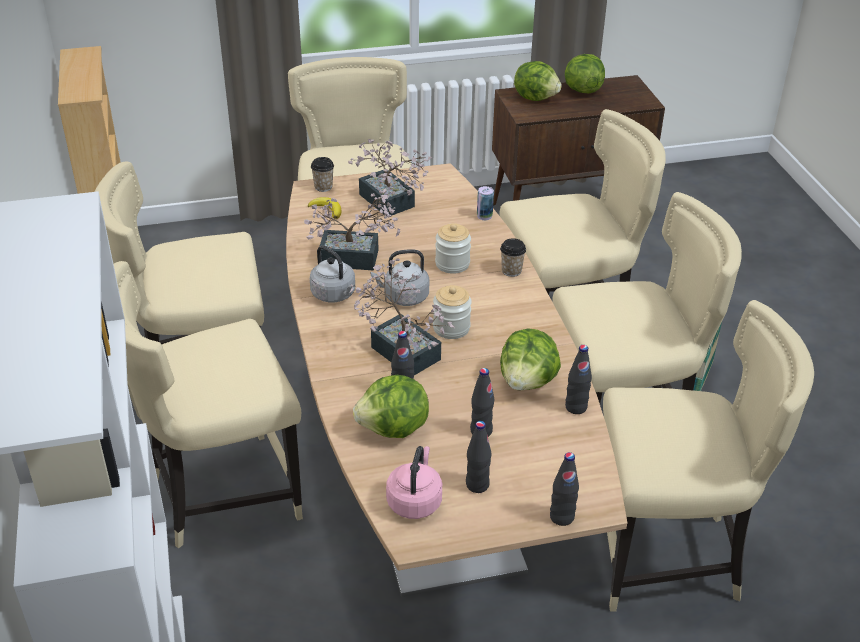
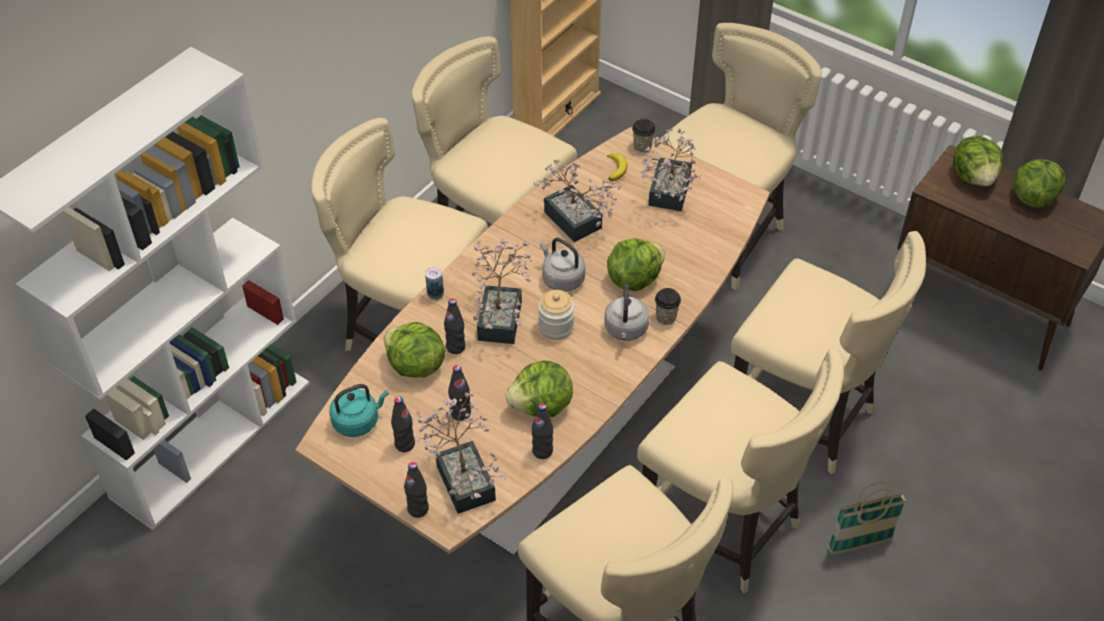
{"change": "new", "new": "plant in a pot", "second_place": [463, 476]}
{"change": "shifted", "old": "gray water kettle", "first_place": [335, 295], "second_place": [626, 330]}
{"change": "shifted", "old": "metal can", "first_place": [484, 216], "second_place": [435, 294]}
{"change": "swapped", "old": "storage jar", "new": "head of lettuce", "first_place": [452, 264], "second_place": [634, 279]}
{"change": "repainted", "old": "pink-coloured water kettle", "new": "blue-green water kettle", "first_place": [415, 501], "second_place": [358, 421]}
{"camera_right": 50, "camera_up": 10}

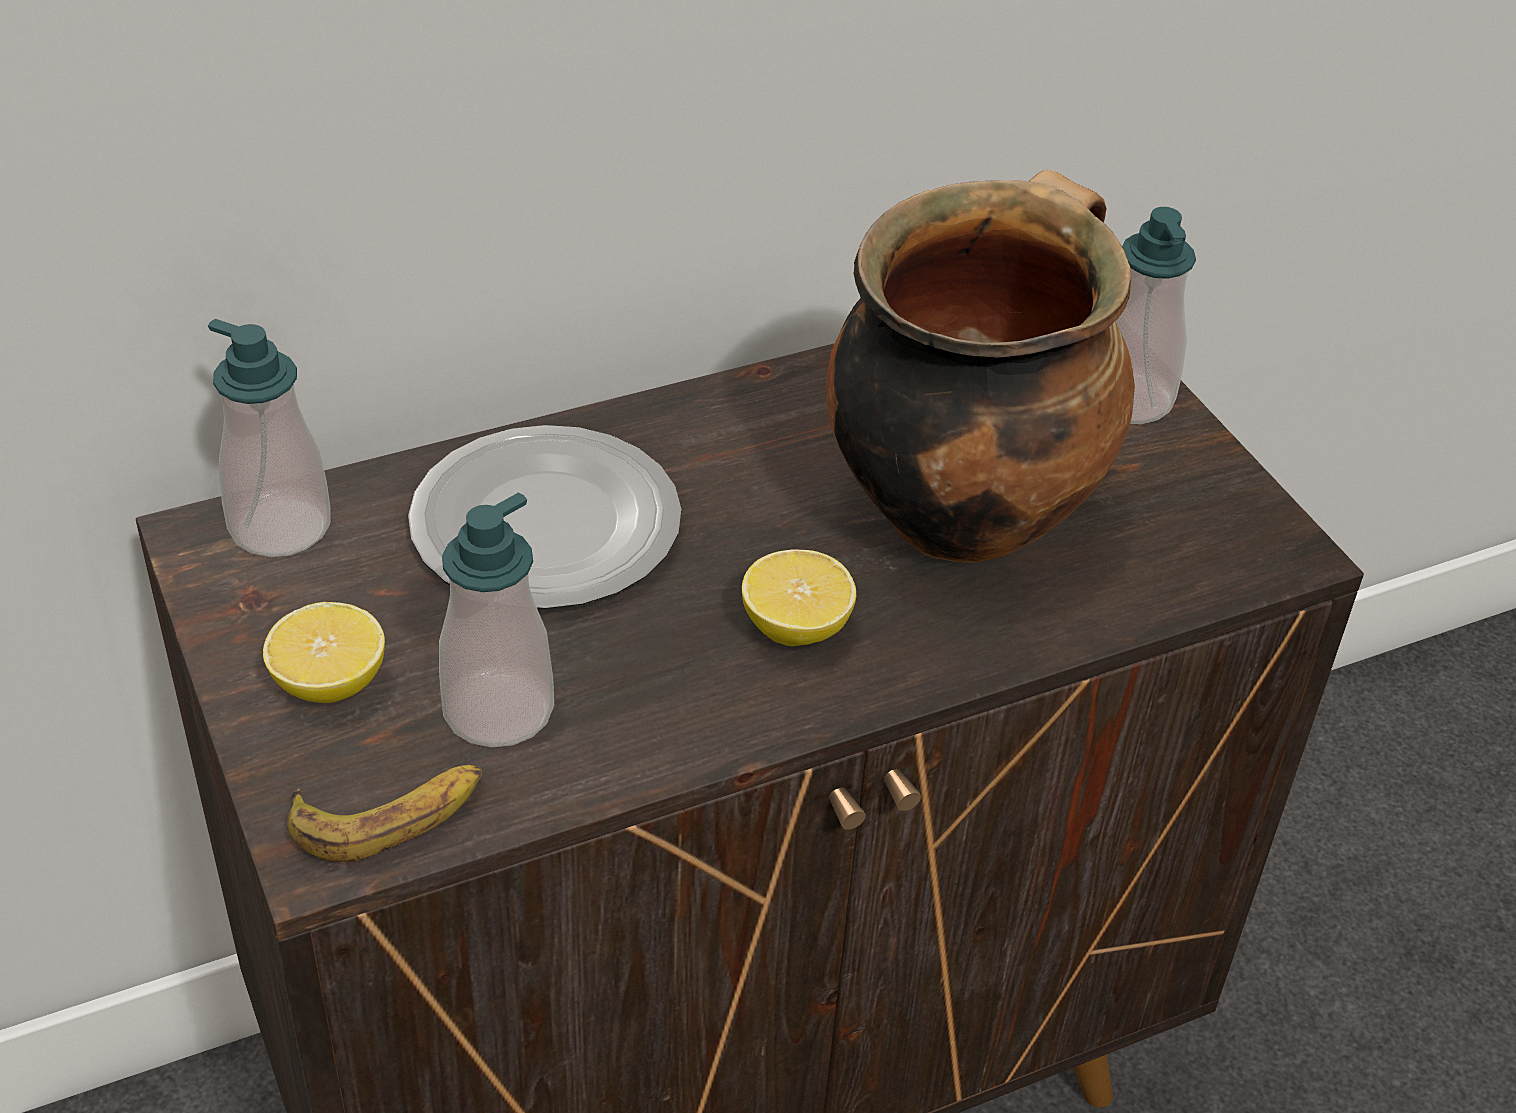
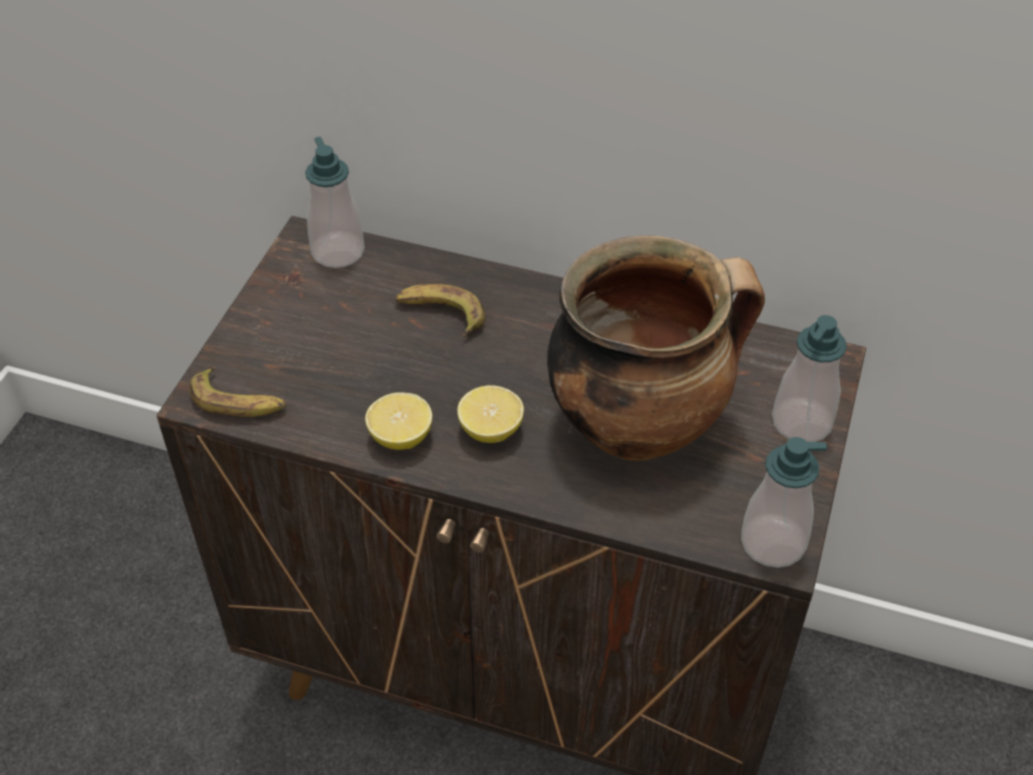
{"change": "shifted", "old": "citrus fruit", "first_place": [329, 683], "second_place": [401, 437]}
{"change": "shifted", "old": "soap bottle", "first_place": [498, 710], "second_place": [773, 542]}
{"change": "swapped", "old": "flat dish", "new": "banana fruit", "first_place": [542, 524], "second_place": [440, 314]}
{"camera_right": 45, "camera_up": 5}

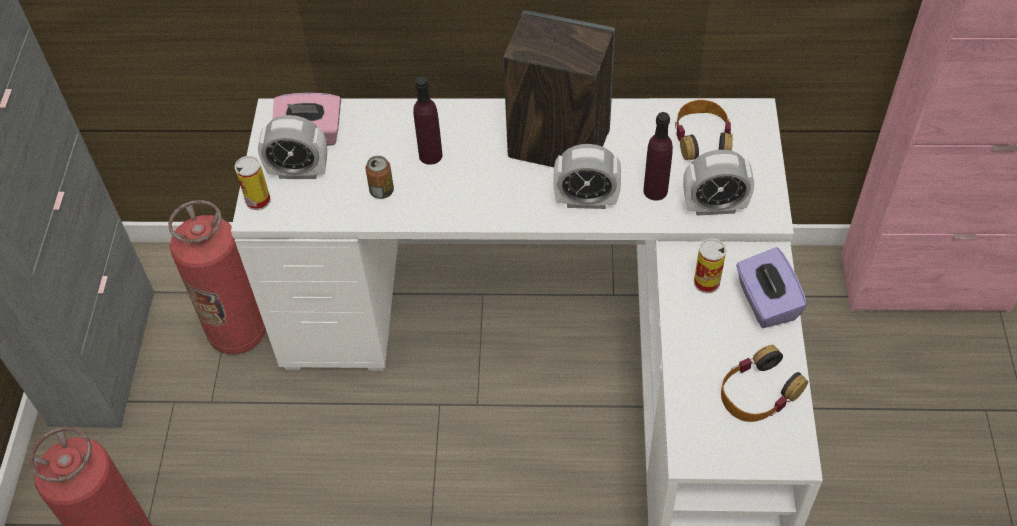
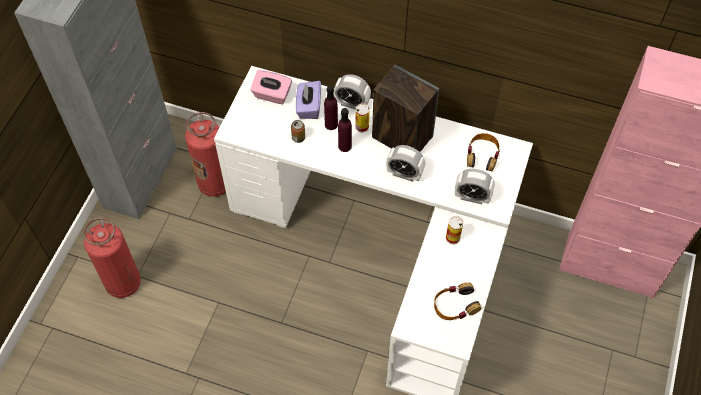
{"change": "shifted", "old": "metal can", "first_place": [258, 200], "second_place": [362, 126]}
{"change": "shifted", "old": "alarm clock", "first_place": [298, 171], "second_place": [352, 104]}
{"change": "shifted", "old": "purplish drink bottle", "first_place": [655, 191], "second_place": [345, 146]}
{"change": "shifted", "old": "purplish tissue box", "first_place": [766, 302], "second_place": [309, 107]}
{"camera_right": 15, "camera_up": 5}

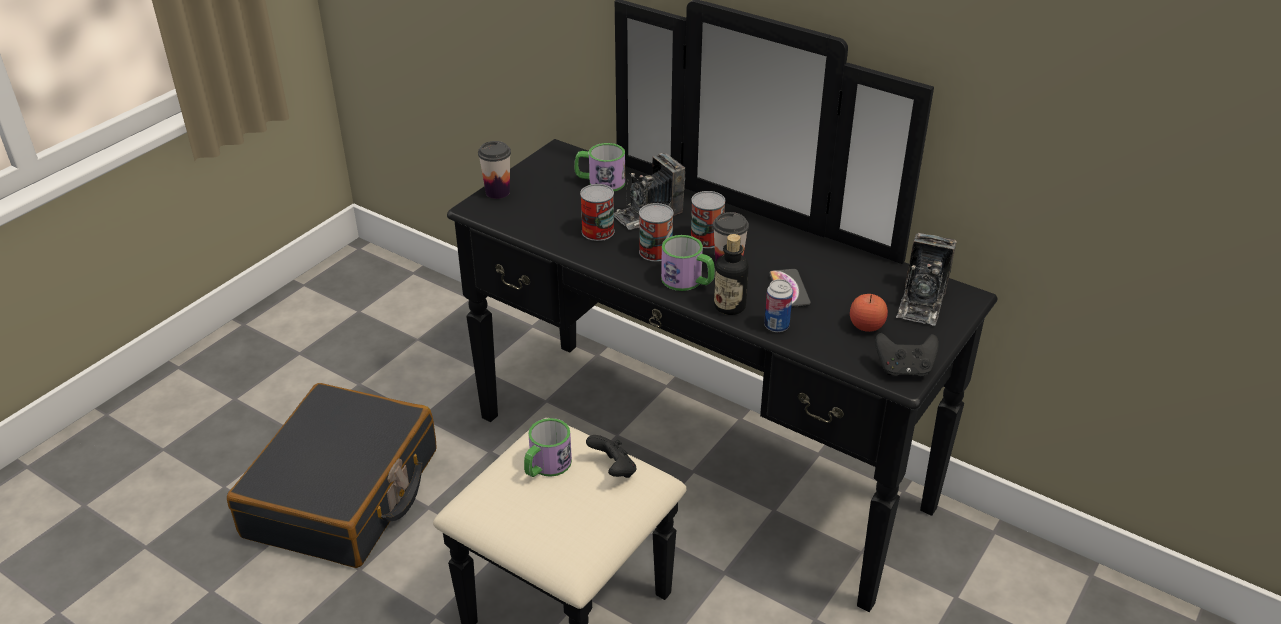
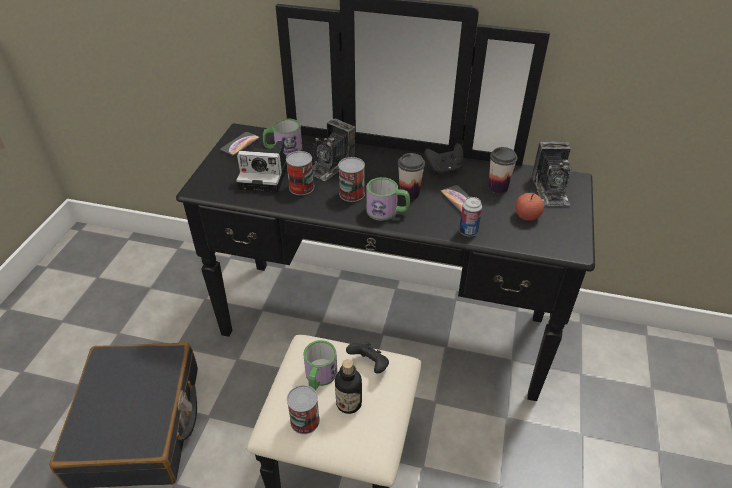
{"change": "new", "new": "phone", "second_place": [240, 144]}
{"change": "new", "new": "still camera", "second_place": [266, 175]}
{"change": "shifted", "old": "drinking cup", "first_place": [497, 192], "second_place": [498, 187]}
{"change": "shifted", "old": "metal can", "first_place": [706, 239], "second_place": [305, 421]}
{"change": "shifted", "old": "drink bottle", "first_place": [729, 306], "second_place": [349, 403]}
{"change": "shifted", "old": "black-coloured game controller", "first_place": [904, 369], "second_place": [444, 169]}
{"camera_right": -20, "camera_up": 5}

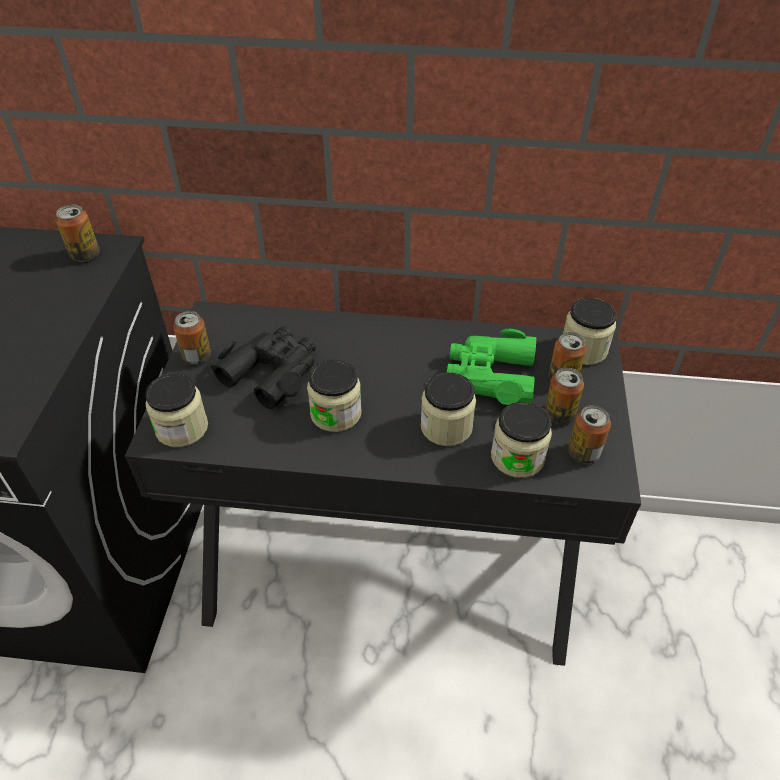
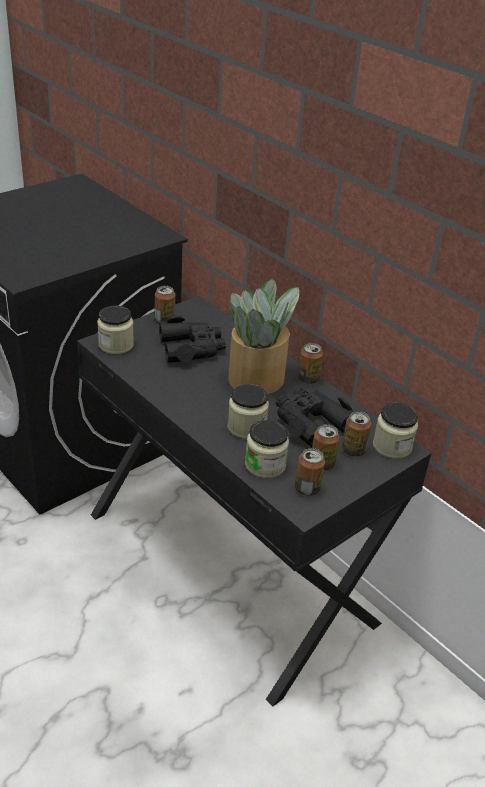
{"change": "gone", "old": "storage jar", "first_place": [336, 413]}
{"change": "new", "new": "plant in a pot", "second_place": [257, 378]}
{"change": "shifted", "old": "metal can", "first_place": [85, 255], "second_place": [308, 379]}
{"change": "repainted", "old": "greenish field glasses", "new": "black-coloured field glasses", "first_place": [490, 376], "second_place": [310, 422]}
{"camera_right": 40, "camera_up": -10}

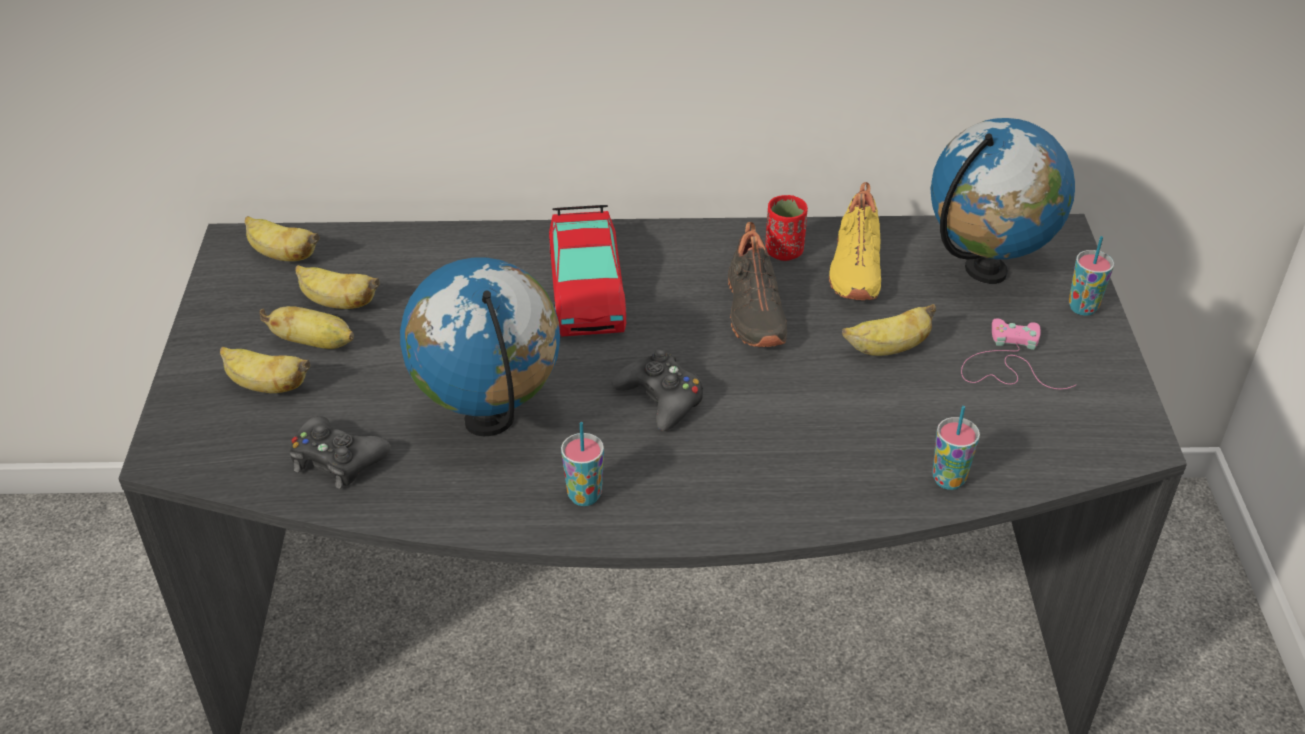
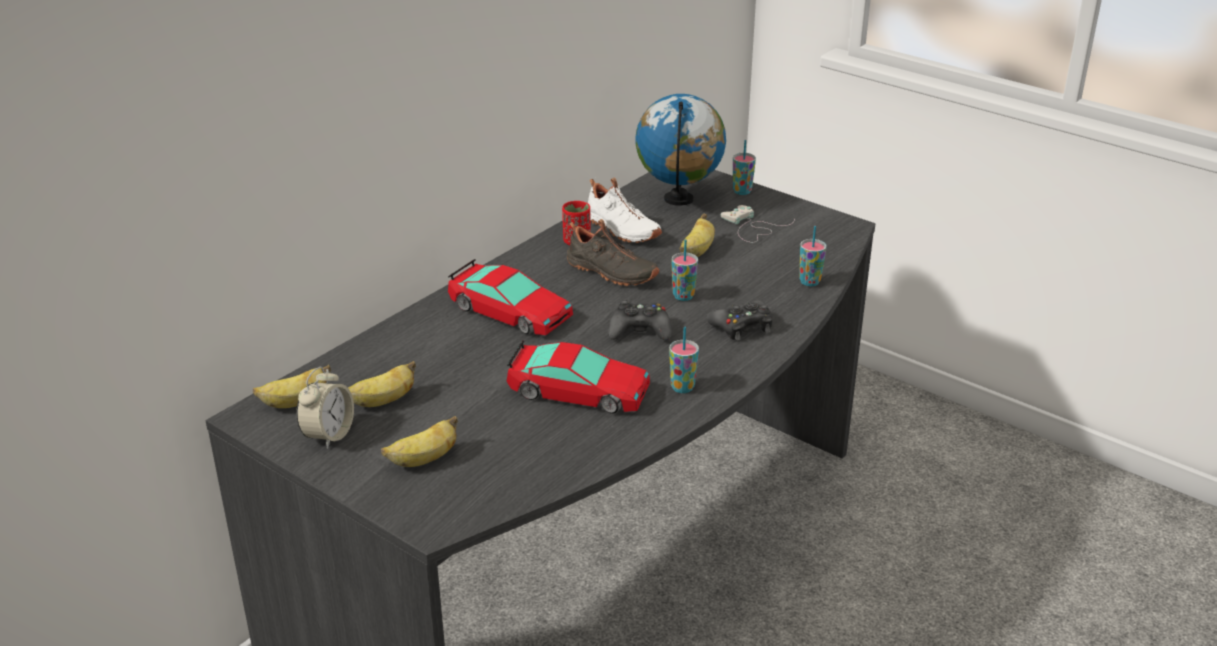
{"change": "gone", "old": "banana fruit", "first_place": [315, 344]}
{"change": "new", "new": "alarm clock", "second_place": [328, 435]}
{"change": "new", "new": "drinking cup", "second_place": [683, 296]}
{"change": "shifted", "old": "black-coloured game controller", "first_place": [337, 460], "second_place": [742, 327]}
{"change": "swapped", "old": "globe", "new": "toy car", "first_place": [490, 420], "second_place": [578, 391]}
{"change": "repainted", "old": "yellowish shoe", "new": "white-coloured shoe", "first_place": [853, 267], "second_place": [620, 230]}
{"change": "repainted", "old": "pink-coloured game controller", "new": "white-coloured game controller", "first_place": [1007, 362], "second_place": [752, 228]}
{"camera_right": -50, "camera_up": -10}

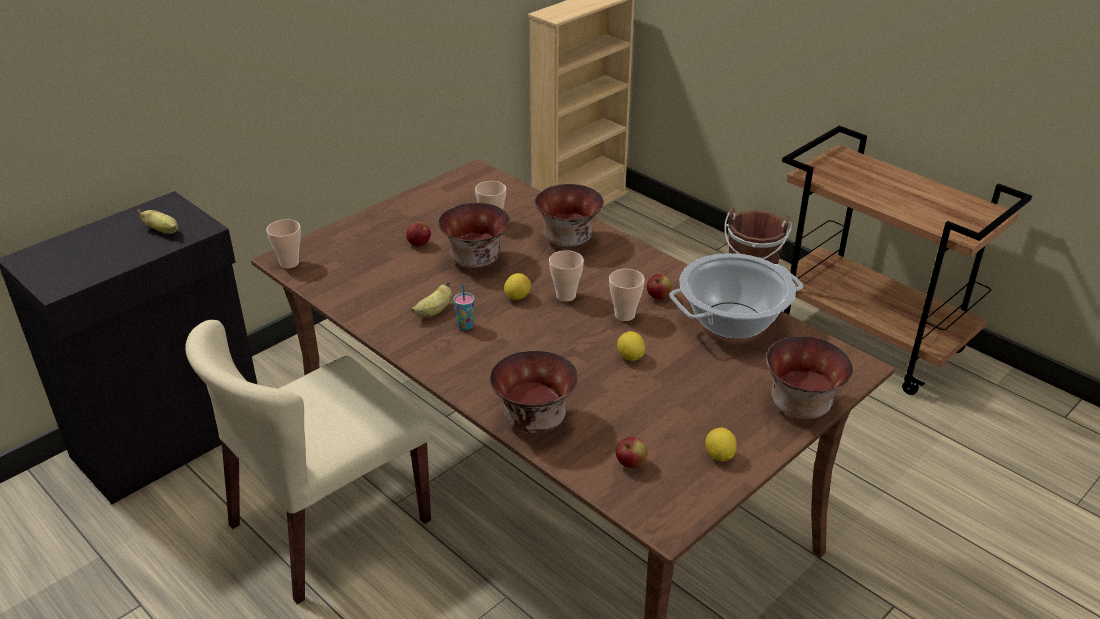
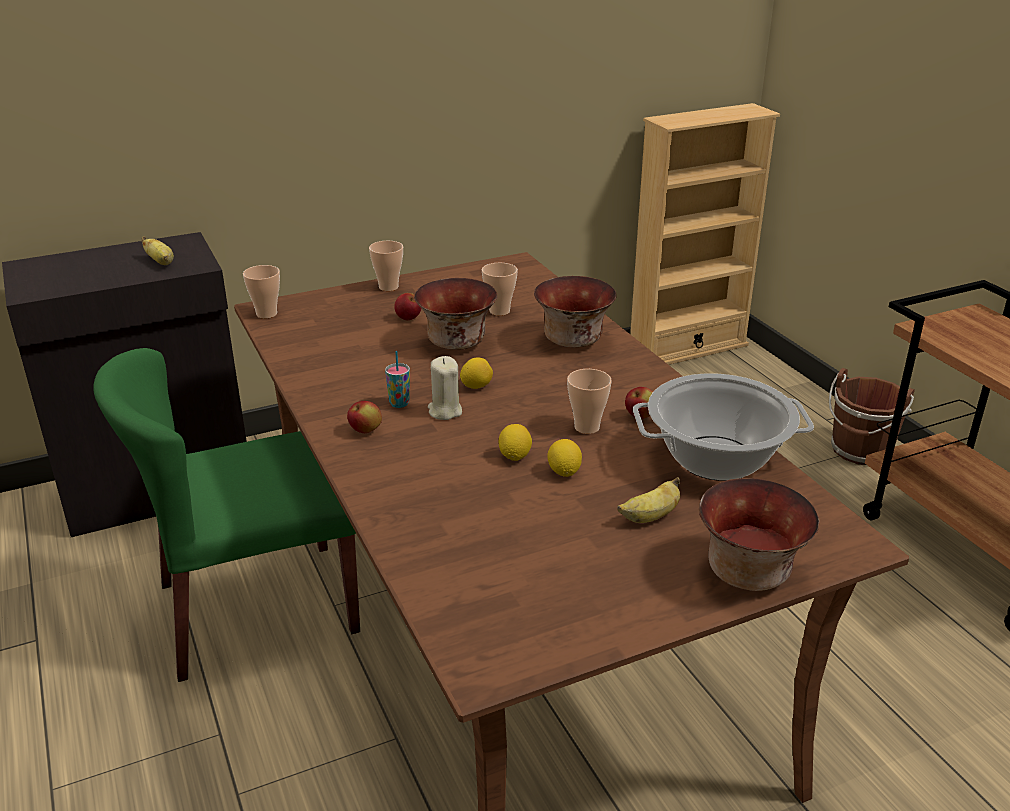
{"change": "gone", "old": "deep dish", "first_place": [534, 420]}
{"change": "new", "new": "beige-coloured wax candle", "second_place": [445, 411]}
{"change": "shifted", "old": "banana fruit", "first_place": [434, 312], "second_place": [650, 517]}
{"change": "shifted", "old": "drinking cup", "first_place": [565, 296], "second_place": [388, 287]}
{"change": "shifted", "old": "apple fruit", "first_place": [630, 463], "second_place": [365, 431]}
{"change": "shifted", "old": "citrus fruit", "first_place": [719, 455], "second_place": [514, 456]}
{"change": "repainted", "old": "beige-coloured plain chair", "new": "greenish plain chair", "first_place": [329, 524], "second_place": [256, 608]}
{"camera_right": 20, "camera_up": -5}

